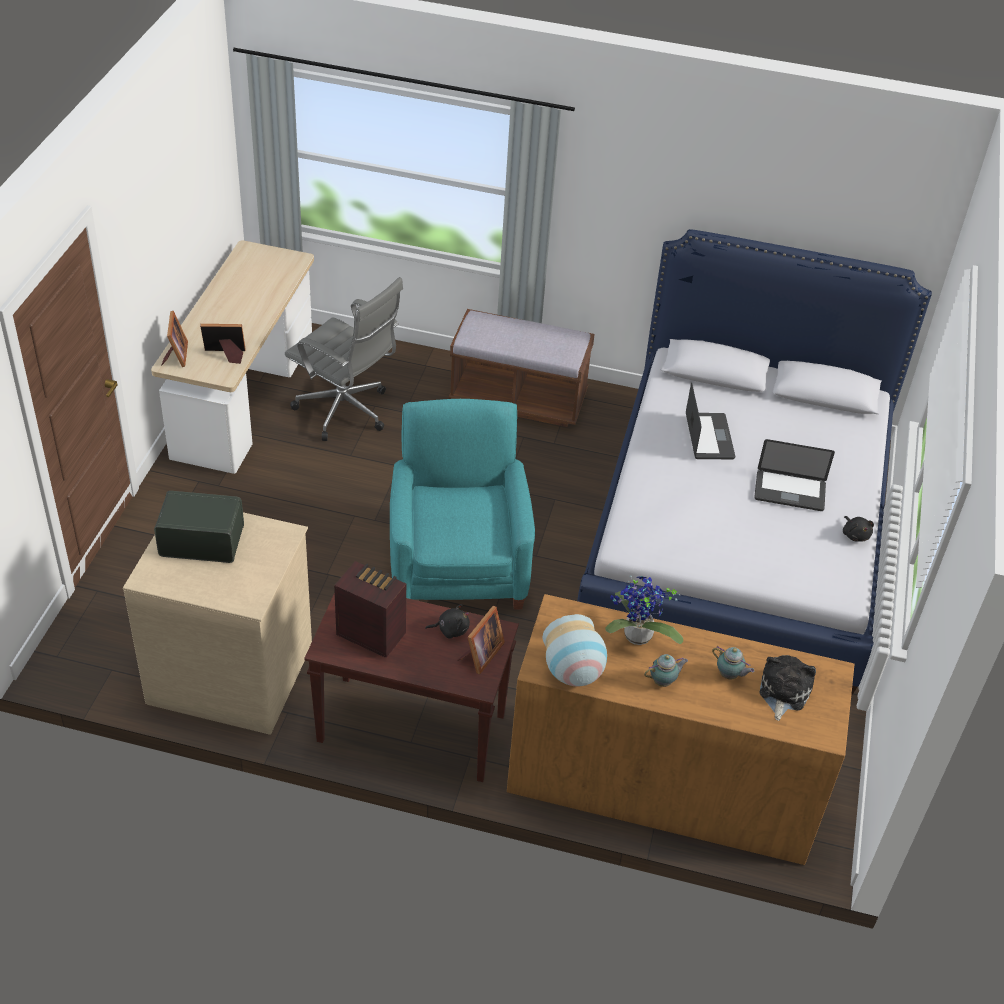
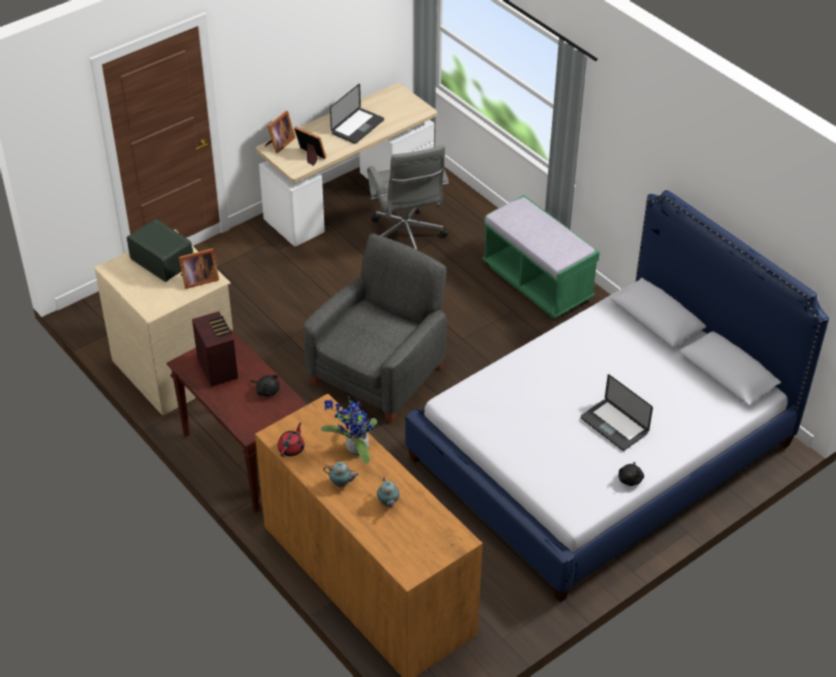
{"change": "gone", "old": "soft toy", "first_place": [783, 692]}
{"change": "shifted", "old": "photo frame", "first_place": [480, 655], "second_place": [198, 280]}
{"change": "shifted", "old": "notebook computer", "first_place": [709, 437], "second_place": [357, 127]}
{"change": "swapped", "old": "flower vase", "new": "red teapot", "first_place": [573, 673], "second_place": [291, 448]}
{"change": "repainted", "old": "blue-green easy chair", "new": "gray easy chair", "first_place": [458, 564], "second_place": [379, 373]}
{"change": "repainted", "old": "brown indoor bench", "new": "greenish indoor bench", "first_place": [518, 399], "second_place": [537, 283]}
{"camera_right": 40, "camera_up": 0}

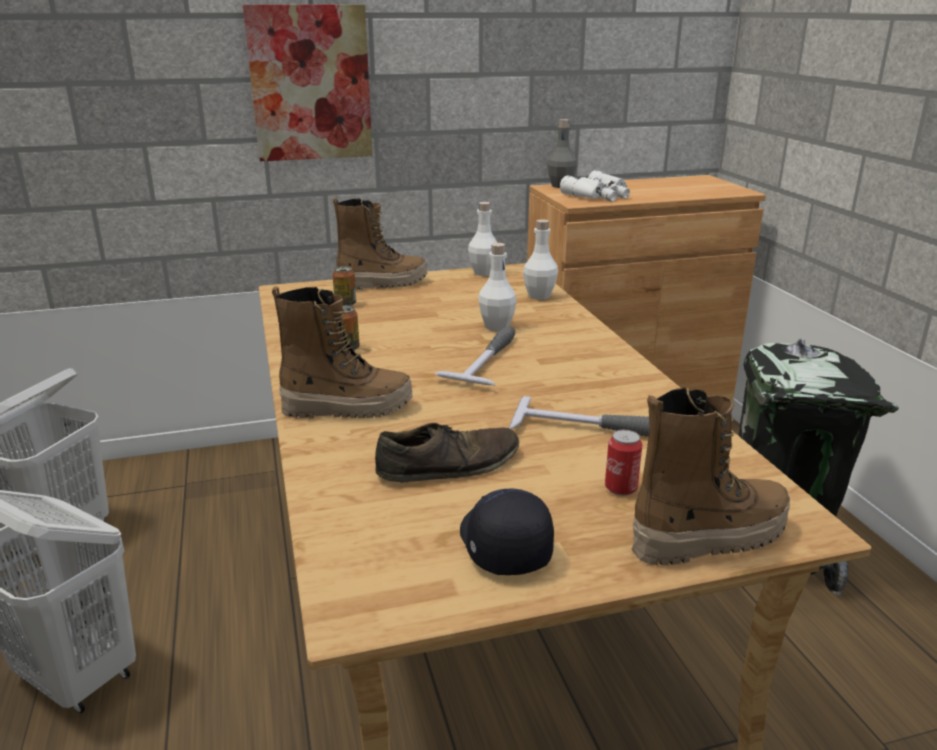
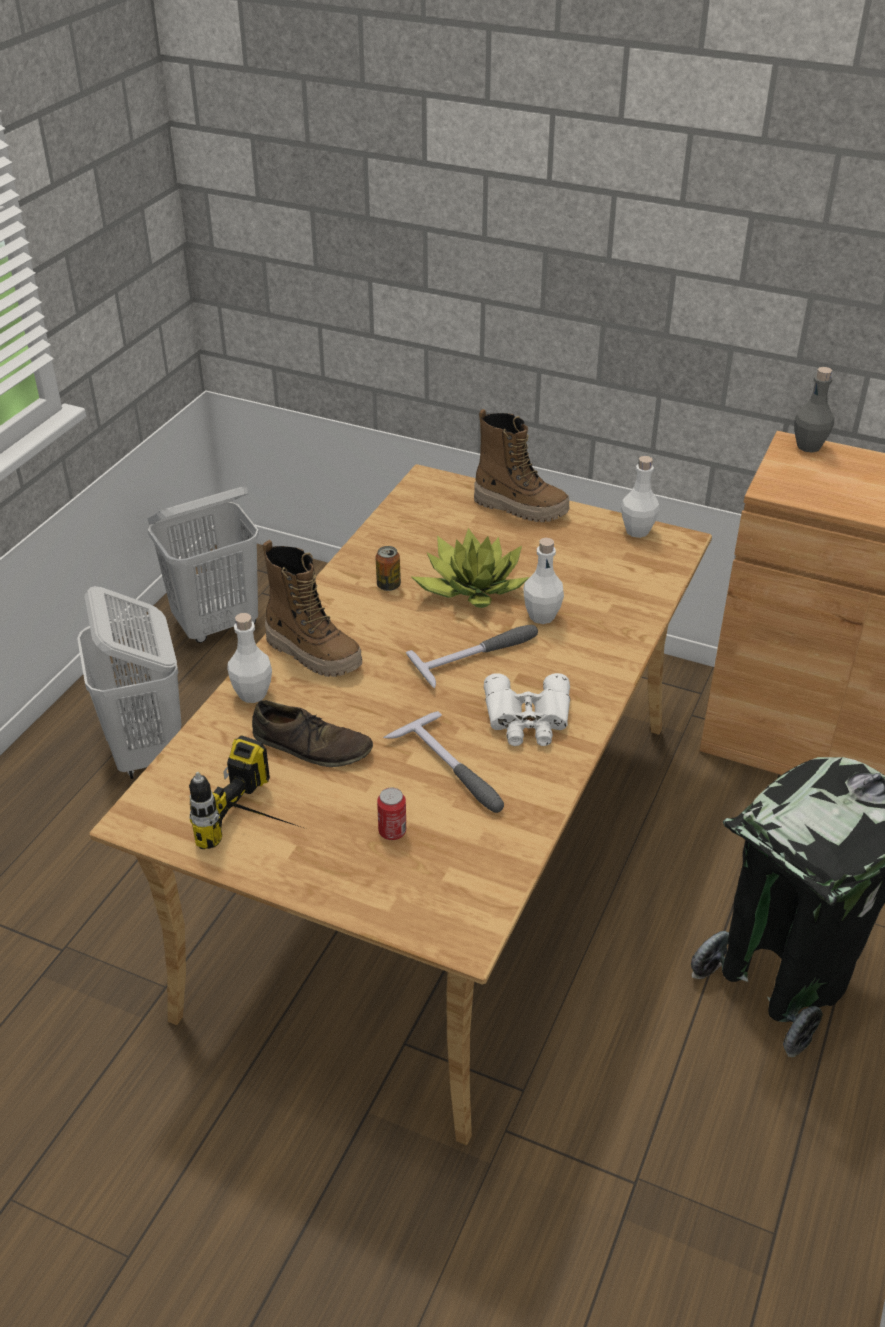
{"change": "gone", "old": "wall art", "first_place": [310, 84]}
{"change": "gone", "old": "metal can", "first_place": [345, 304]}
{"change": "gone", "old": "tall boot", "first_place": [708, 537]}
{"change": "new", "new": "plant in a pot", "second_place": [470, 587]}
{"change": "shifted", "old": "white-coloured drink bottle", "first_place": [539, 296], "second_place": [252, 694]}
{"change": "shifted", "old": "white-coloured field glasses", "first_place": [599, 195], "second_place": [528, 719]}
{"change": "swapped", "old": "black-coloured peaked cap", "new": "power drill", "first_place": [502, 545], "second_place": [262, 826]}
{"camera_right": 40, "camera_up": 15}

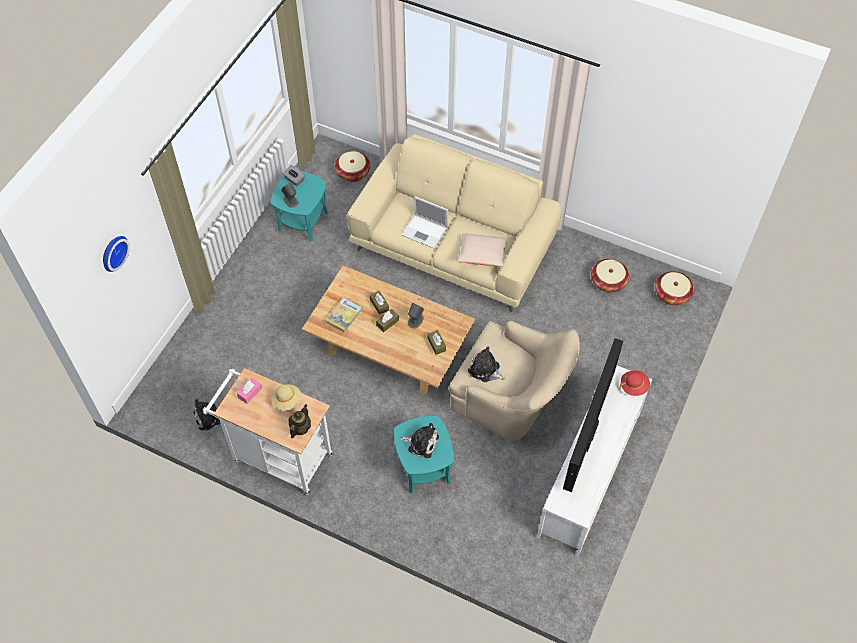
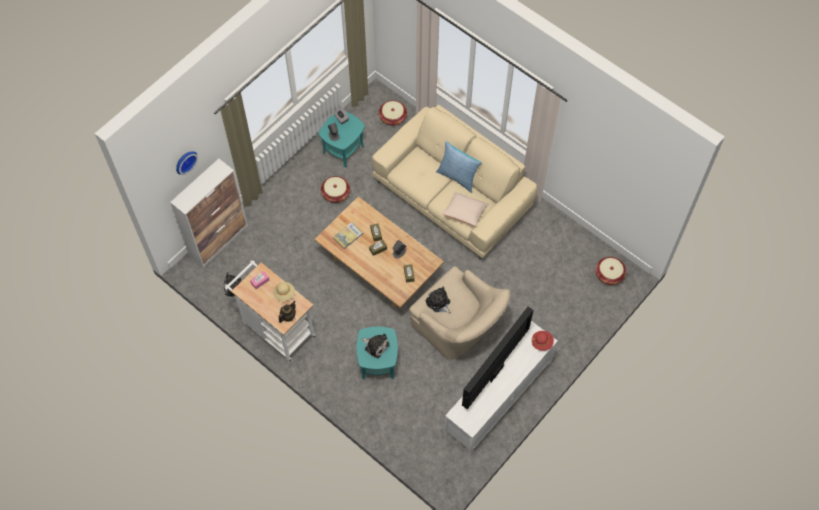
{"change": "gone", "old": "notebook computer", "first_place": [425, 231]}
{"change": "new", "new": "storage cabinet", "second_place": [219, 240]}
{"change": "new", "new": "throw pillow", "second_place": [458, 177]}
{"change": "shifted", "old": "household basket", "first_place": [608, 282], "second_place": [336, 194]}
{"camera_right": 15, "camera_up": 5}

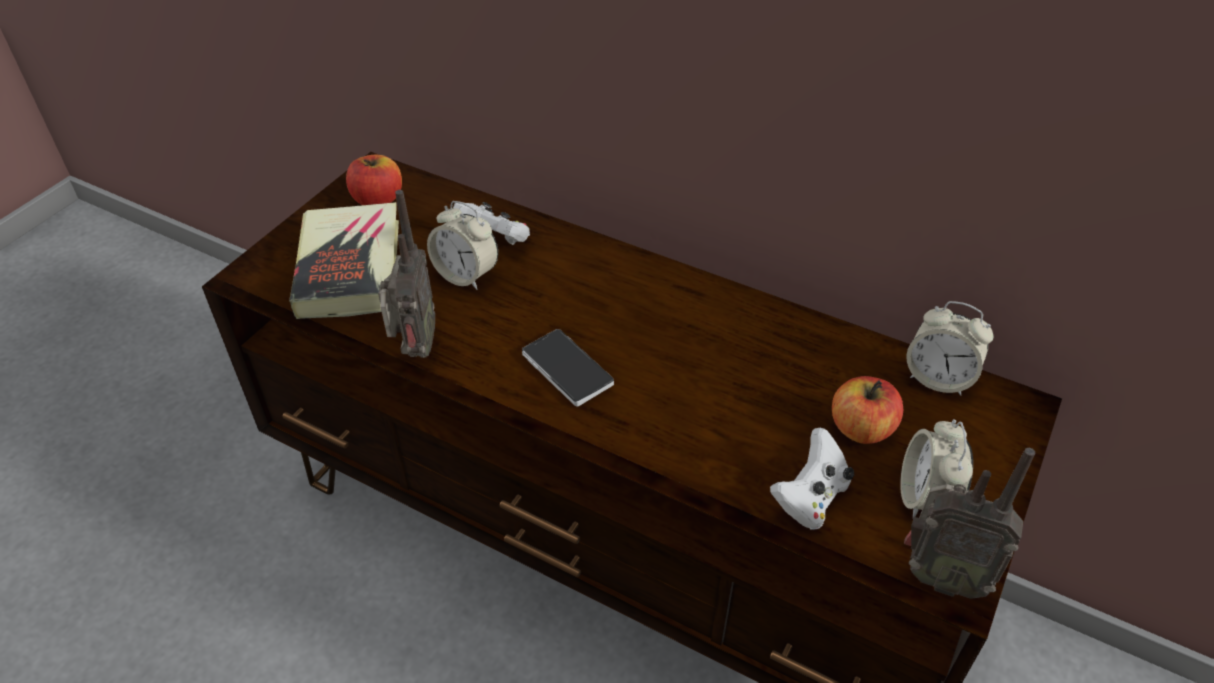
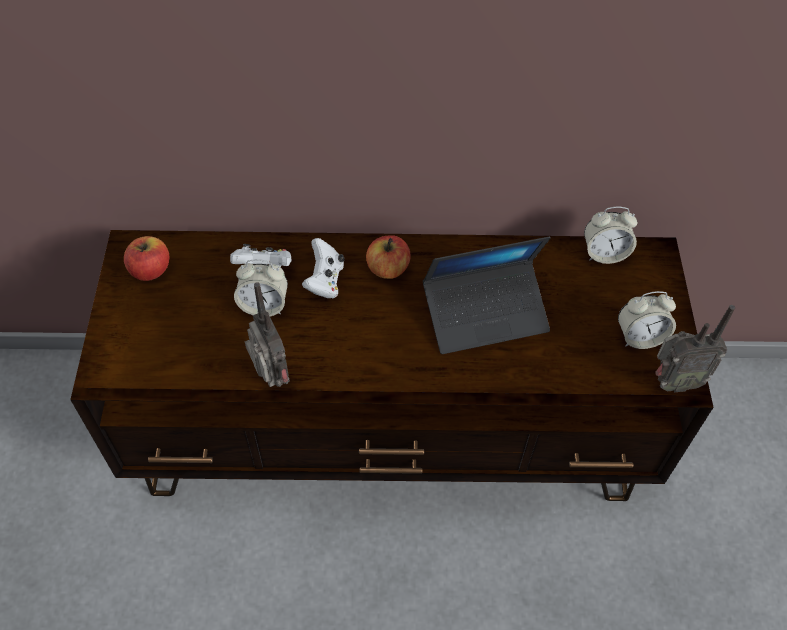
{"change": "gone", "old": "volume", "first_place": [350, 268]}
{"change": "gone", "old": "phone", "first_place": [567, 369]}
{"change": "new", "new": "notebook computer", "second_place": [485, 314]}
{"change": "shifted", "old": "white-coloured game controller", "first_place": [810, 498], "second_place": [325, 281]}
{"change": "shifted", "old": "apple fruit", "first_place": [861, 428], "second_place": [388, 268]}
{"change": "rotated", "old": "alarm clock", "first_place": [925, 497], "second_place": [639, 336], "degrees": -75}
{"camera_right": -30, "camera_up": 10}

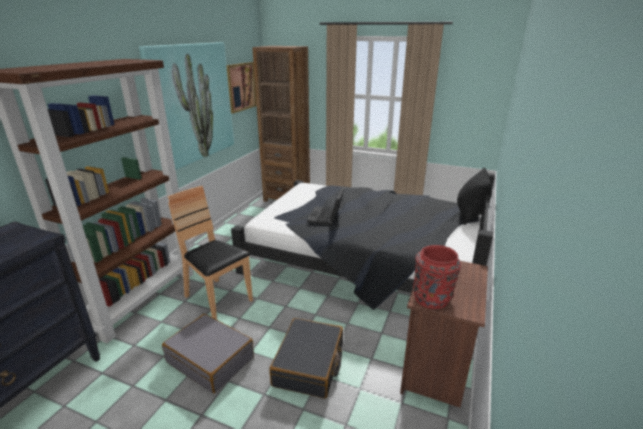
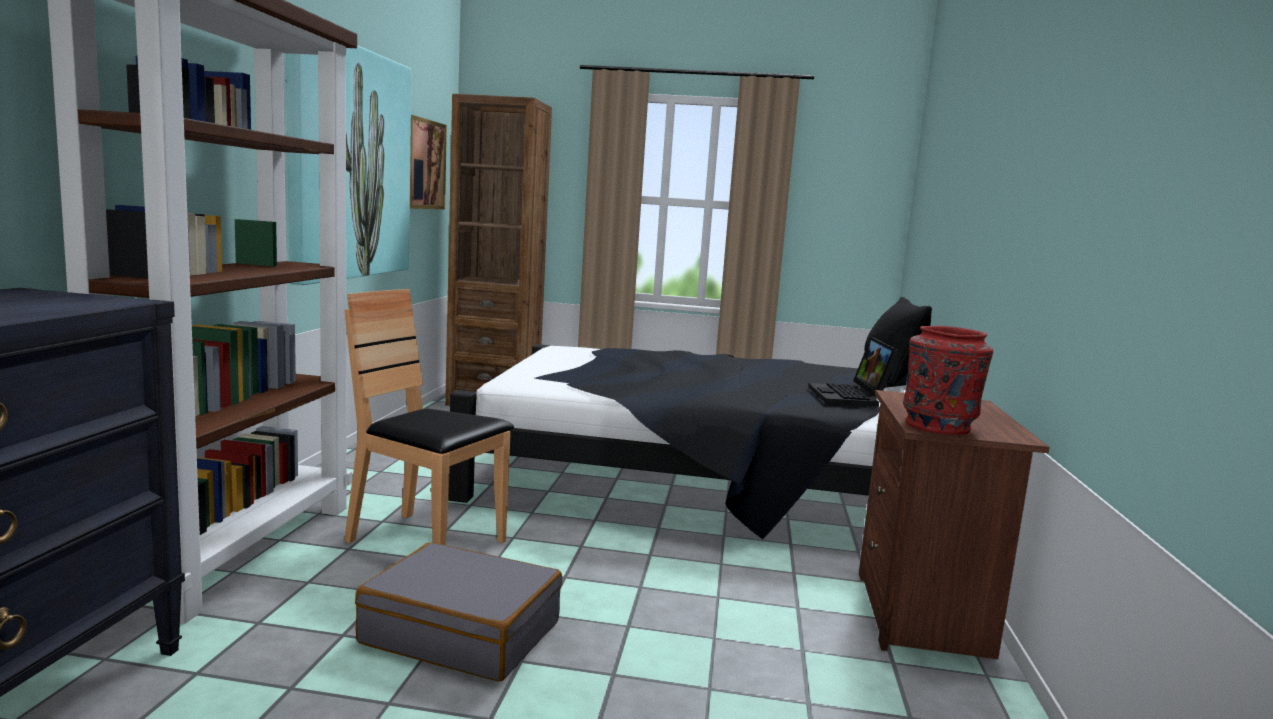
{"change": "gone", "old": "black-coloured piece of luggage", "first_place": [309, 365]}
{"change": "shifted", "old": "notebook computer", "first_place": [327, 217], "second_place": [851, 397]}
{"camera_right": -15, "camera_up": -15}

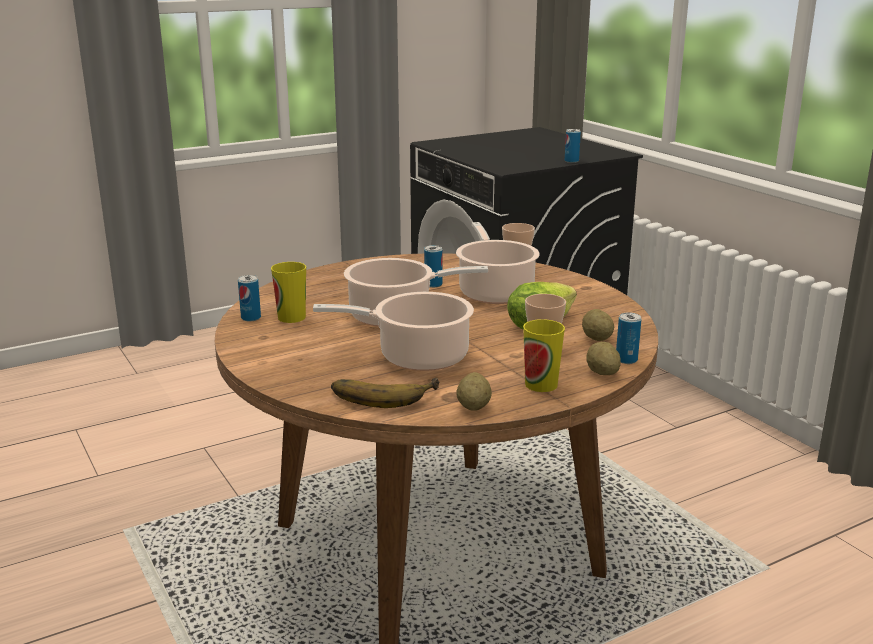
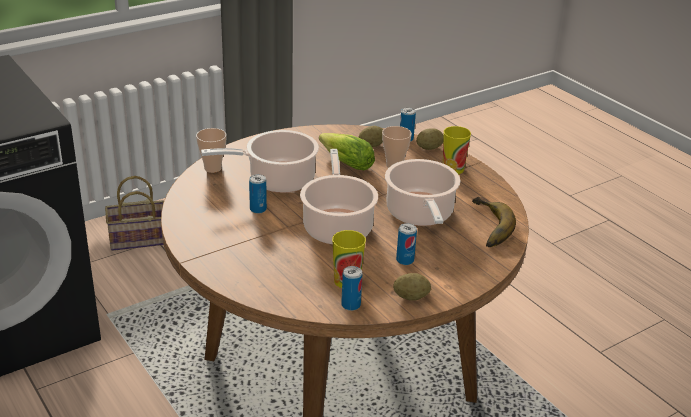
{"change": "new", "new": "household basket", "second_place": [137, 240]}
{"change": "shifted", "old": "potato", "first_place": [473, 407], "second_place": [411, 297]}
{"change": "shifted", "old": "metal can", "first_place": [571, 161], "second_place": [405, 260]}
{"camera_right": -95, "camera_up": 10}

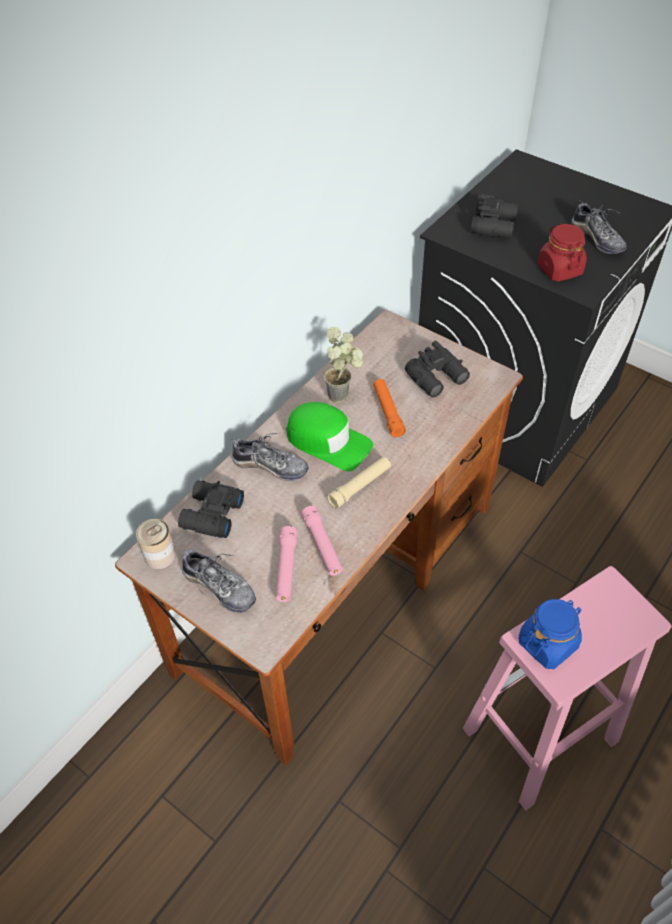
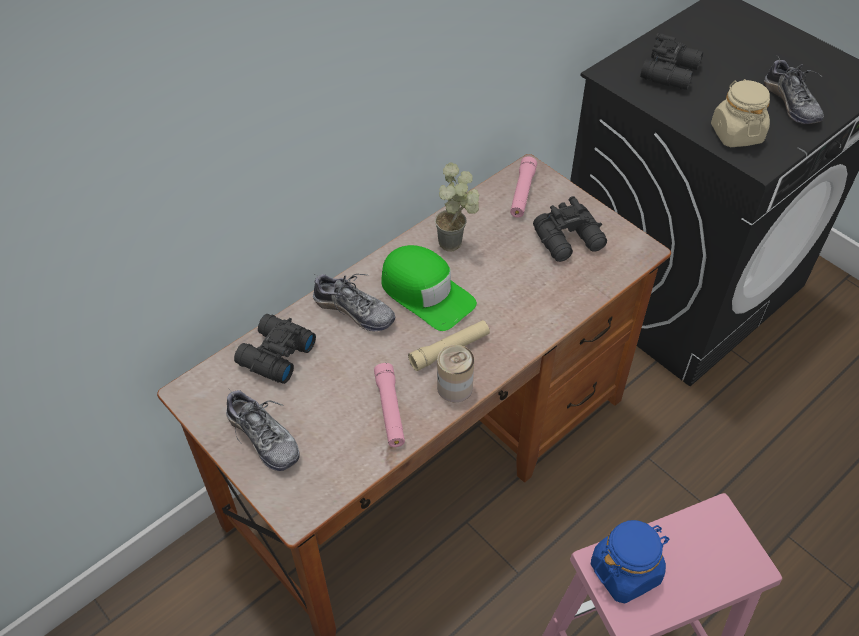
{"change": "gone", "old": "orange-coloured torch", "first_place": [388, 412]}
{"change": "shifted", "old": "metal can", "first_place": [160, 555], "second_place": [454, 387]}
{"change": "shifted", "old": "pink-coloured torch", "first_place": [286, 568], "second_place": [522, 193]}
{"change": "repainted", "old": "red storage jar", "new": "beige-coloured storage jar", "first_place": [559, 269], "second_place": [736, 134]}
{"camera_right": 10, "camera_up": 0}

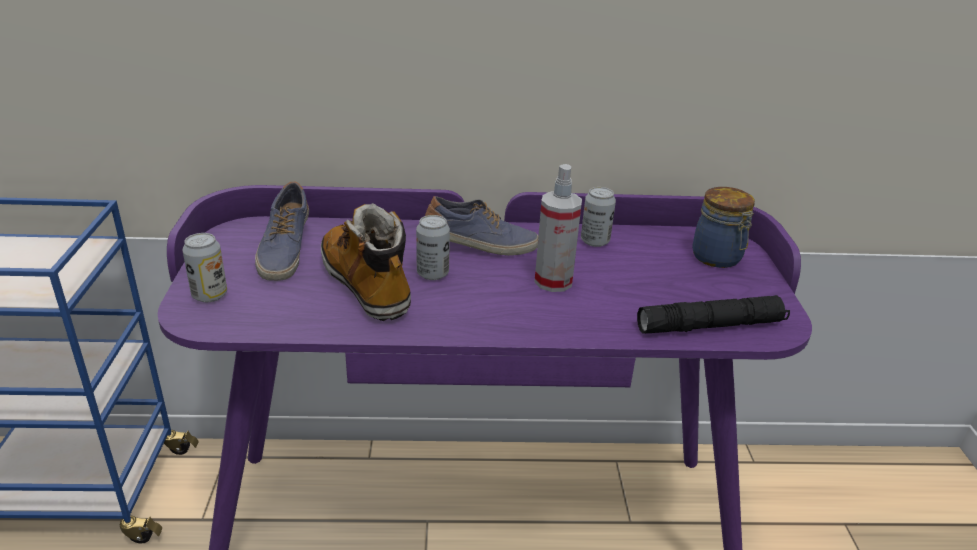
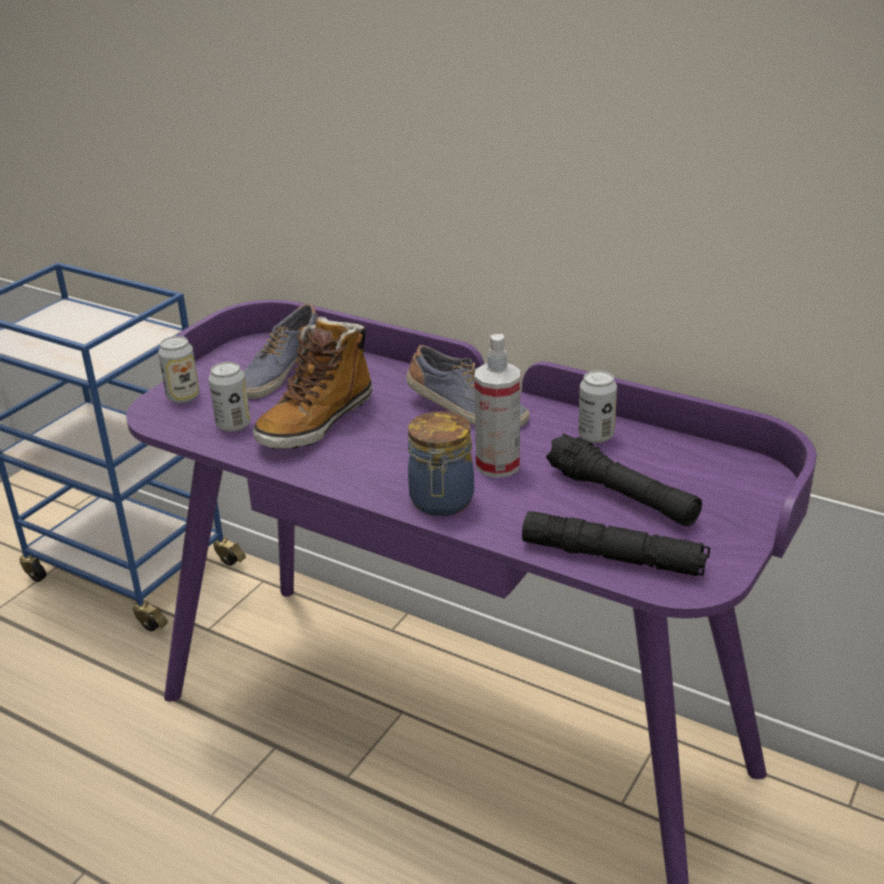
{"change": "new", "new": "black-coloured torch", "second_place": [622, 496]}
{"change": "shifted", "old": "metal can", "first_place": [432, 274], "second_place": [233, 425]}
{"change": "shifted", "old": "storage jar", "first_place": [718, 258], "second_place": [441, 502]}
{"change": "rotated", "old": "tall boot", "first_place": [366, 285], "second_place": [316, 422], "degrees": -150}
{"camera_right": 35, "camera_up": 0}

